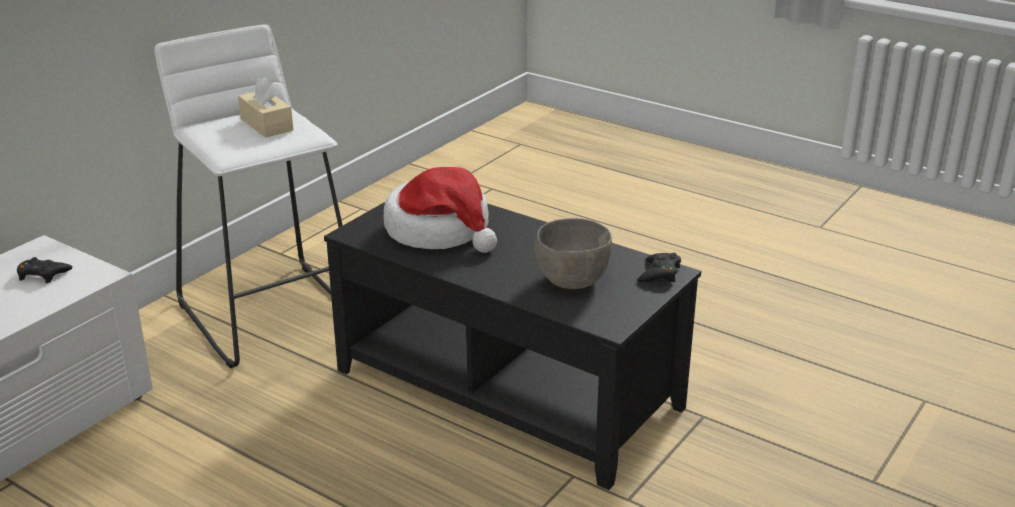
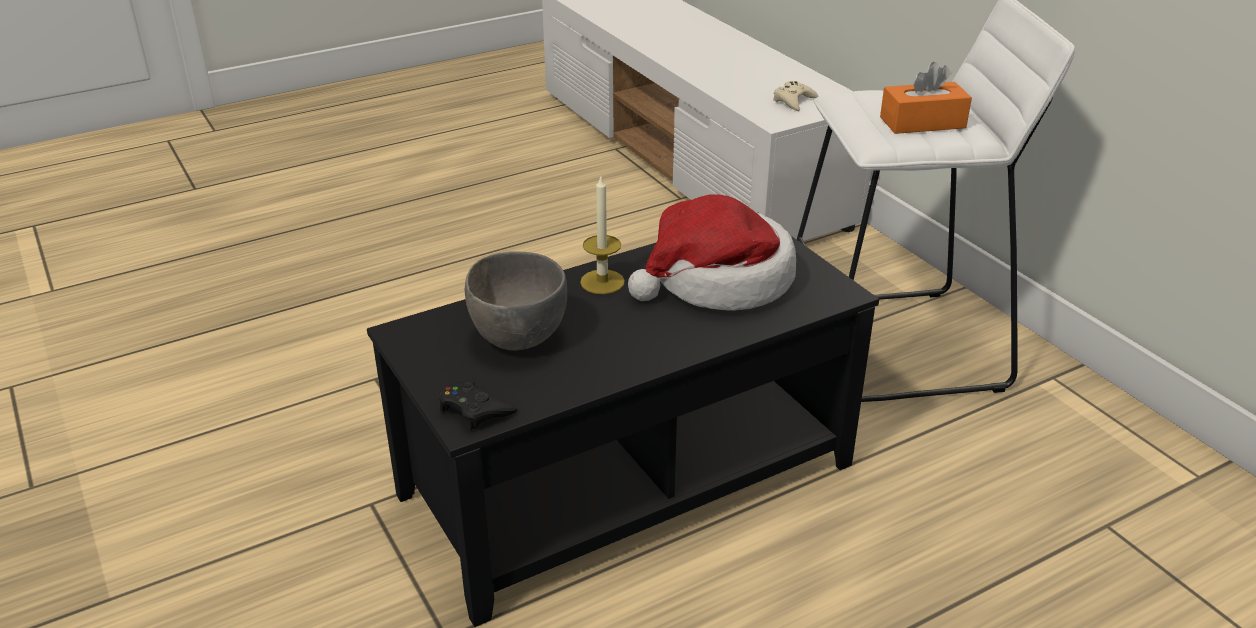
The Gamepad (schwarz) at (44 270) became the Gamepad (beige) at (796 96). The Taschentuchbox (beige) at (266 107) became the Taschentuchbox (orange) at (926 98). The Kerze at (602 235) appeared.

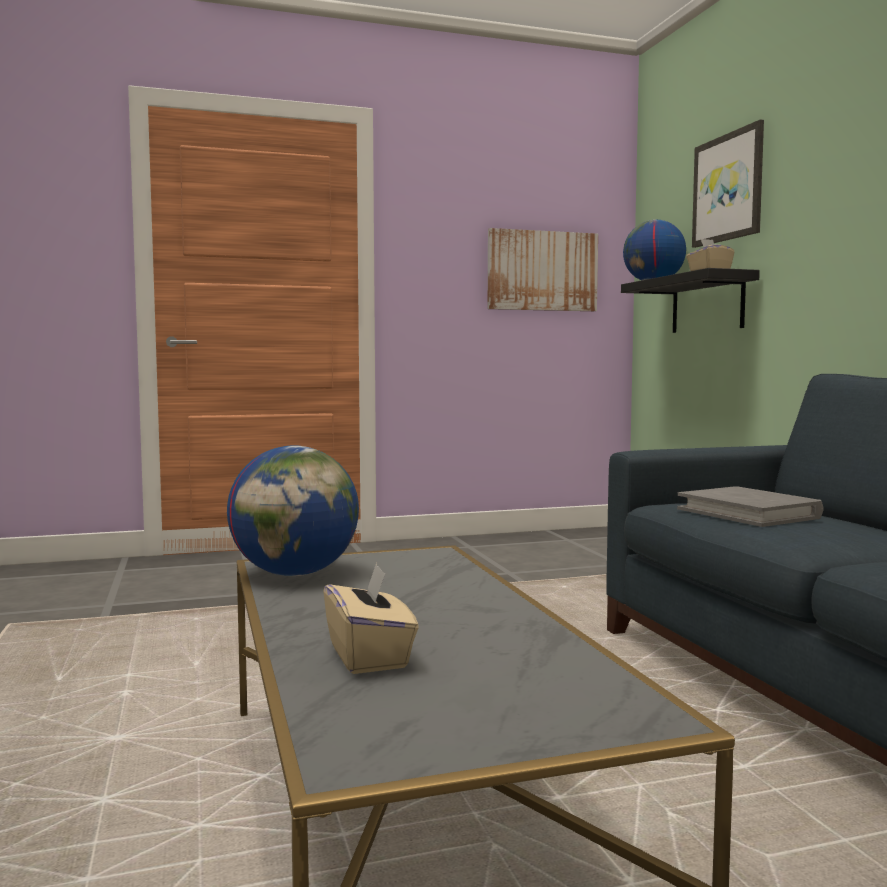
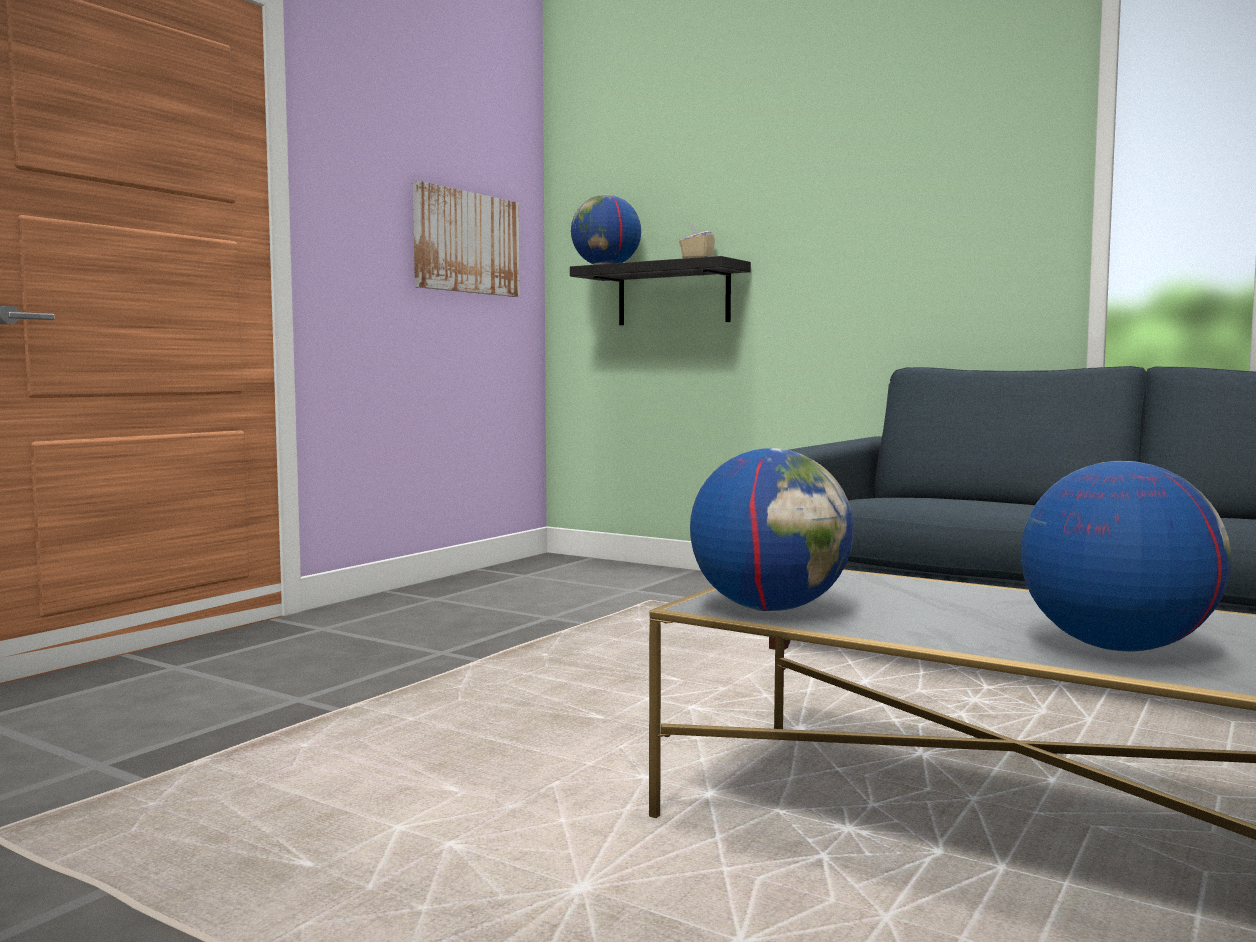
The Taschentuchbox (beige) at (371 618) was replaced by the Globus at (1126 556). The Buch (grau) at (750 506) disappeared. The Bild at (728 184) disappeared.

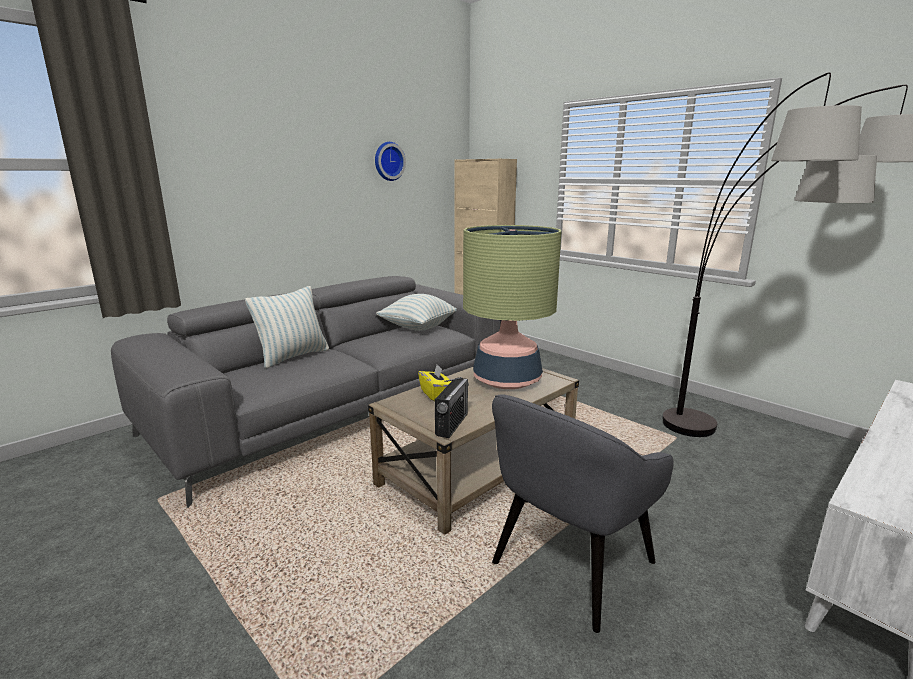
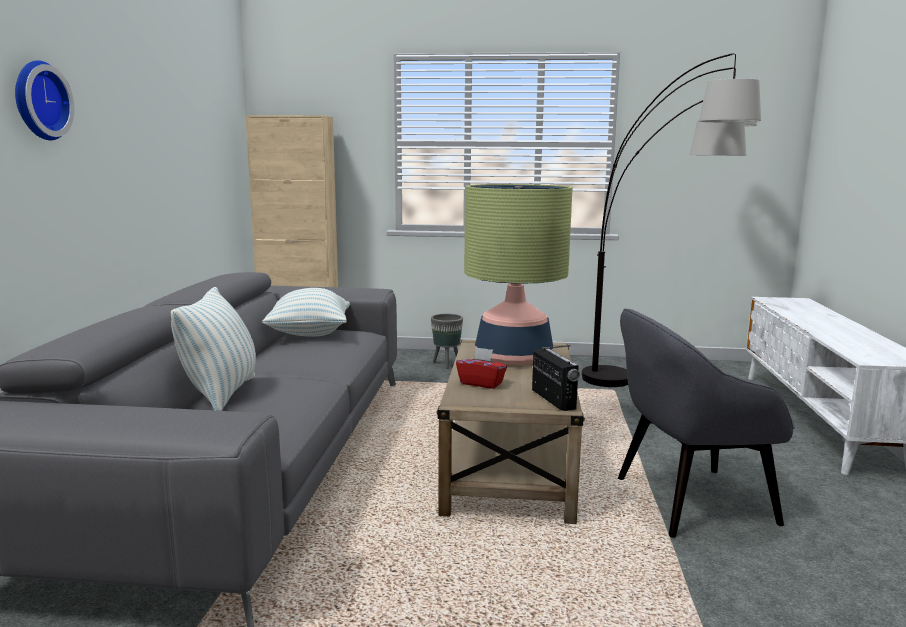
The Wanduhr moved from (390 161) to (44 100). The Taschentuchbox (gelb) at (434 383) became the Taschentuchbox (rot) at (481 368). The Sessel (grau) at (583 513) turned 75 degrees clockwise. The Pflanzkübel (grau) at (447 341) appeared.

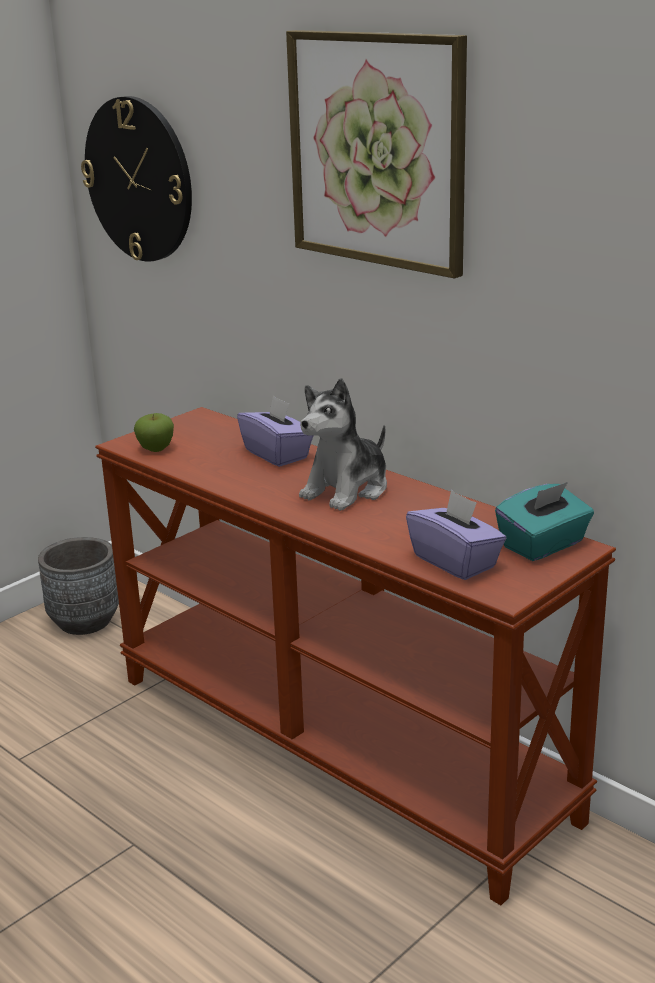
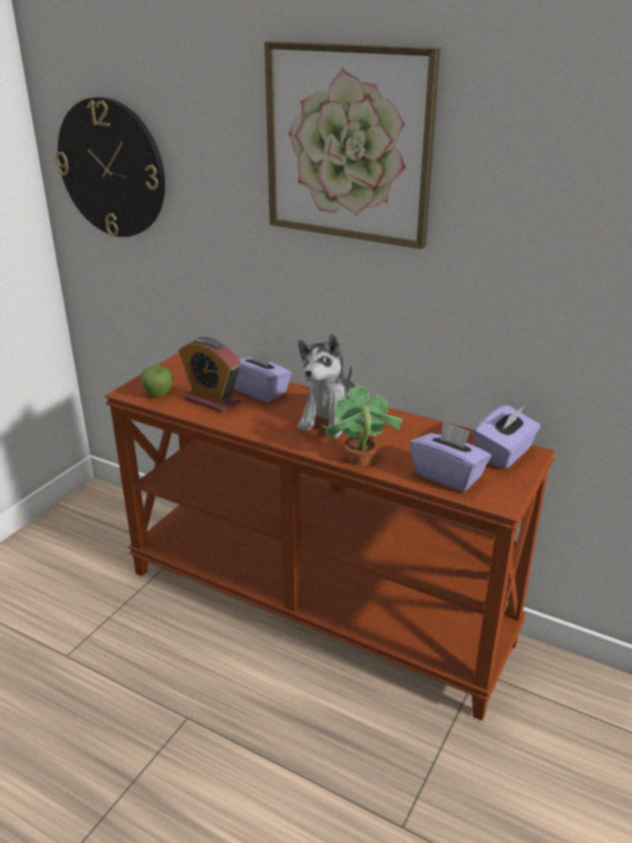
The Pflanzkübel (grau) at (78 586) disappeared. The Taschentuchbox (türkis) at (544 521) became the Taschentuchbox (lila) at (507 437). The Wecker at (210 375) appeared. The Topfpflanze at (362 425) appeared.

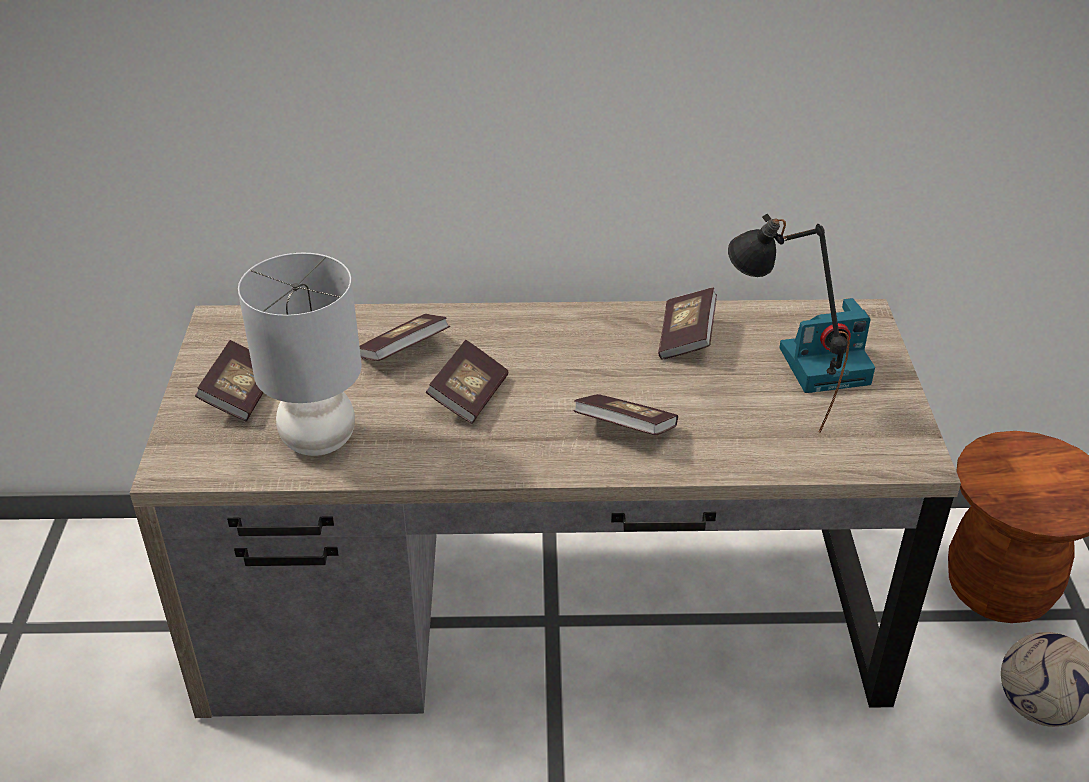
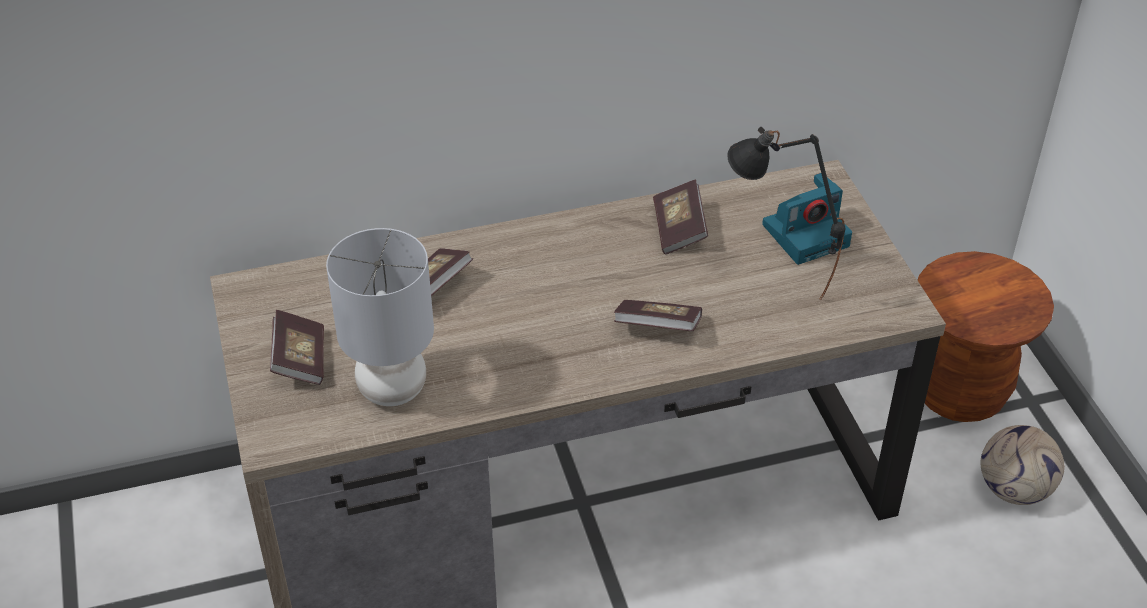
The Buch at (467 381) disappeared.

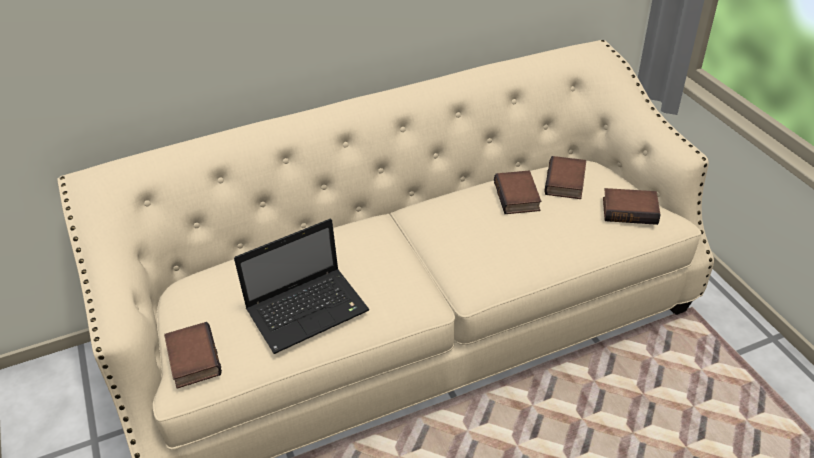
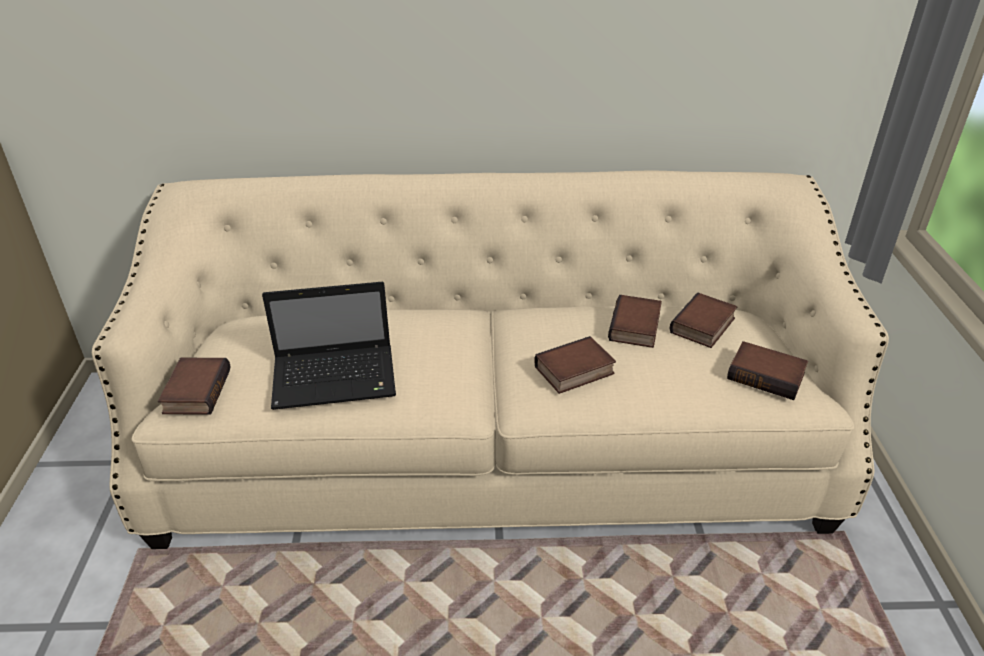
The Buch at (575 365) appeared.

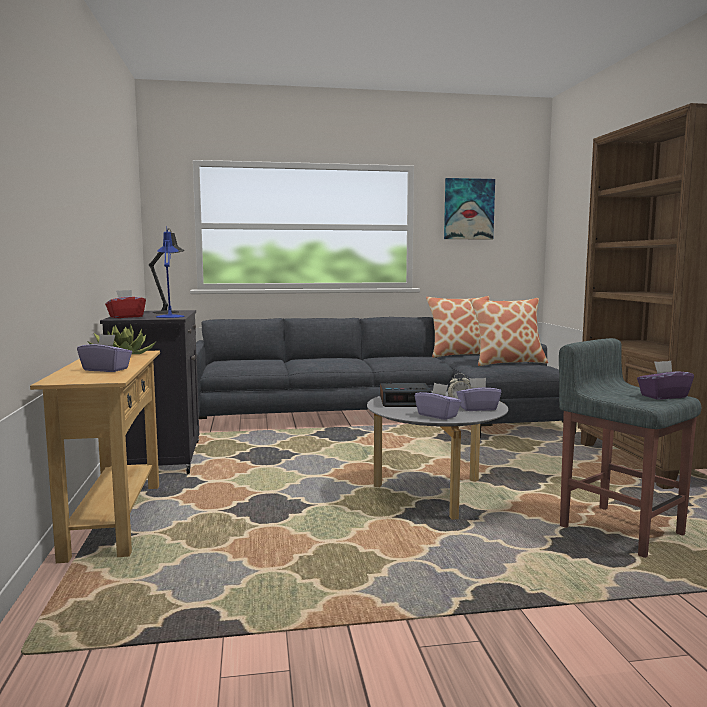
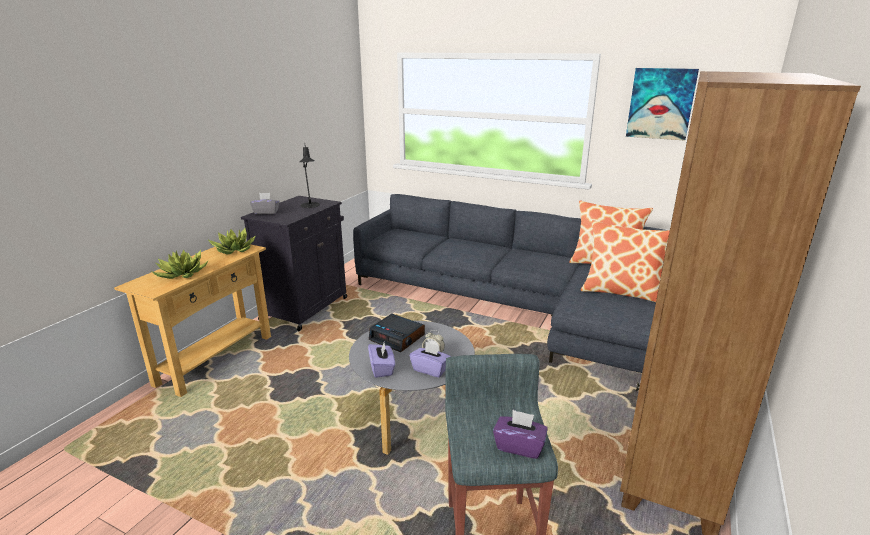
The Taschentuchbox (lila) at (104 353) was replaced by the Topfpflanze at (180 264). The Taschentuchbox (rot) at (125 304) became the Taschentuchbox (grau) at (265 204). The Tischlampe (blau) at (170 272) disappeared.

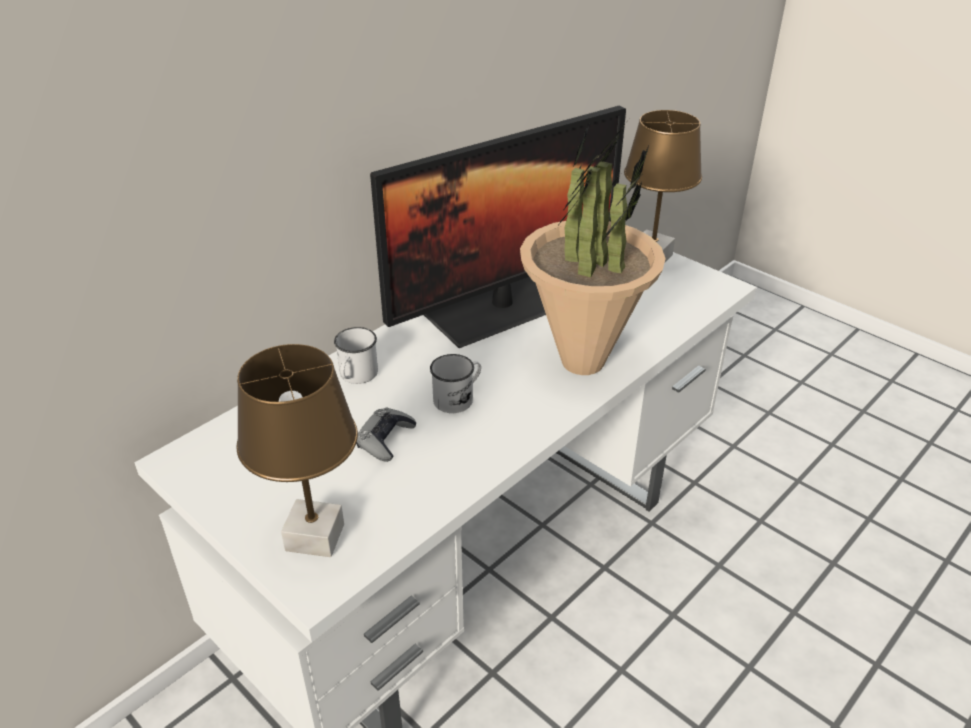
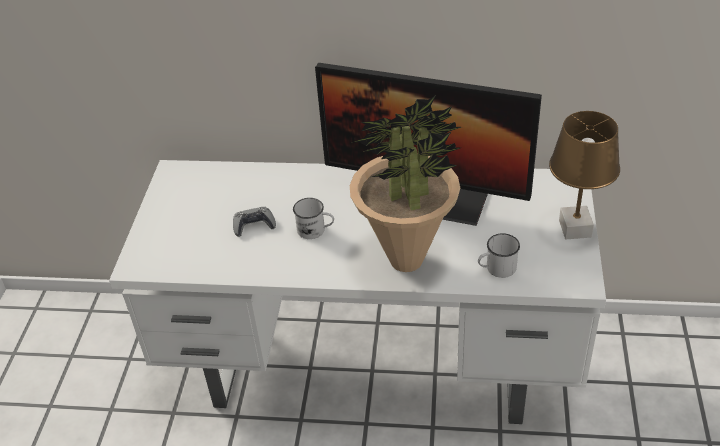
The Tischlampe (braun) at (297 450) disappeared. The Henkelbecher (weiß) moved from (356 355) to (499 255).

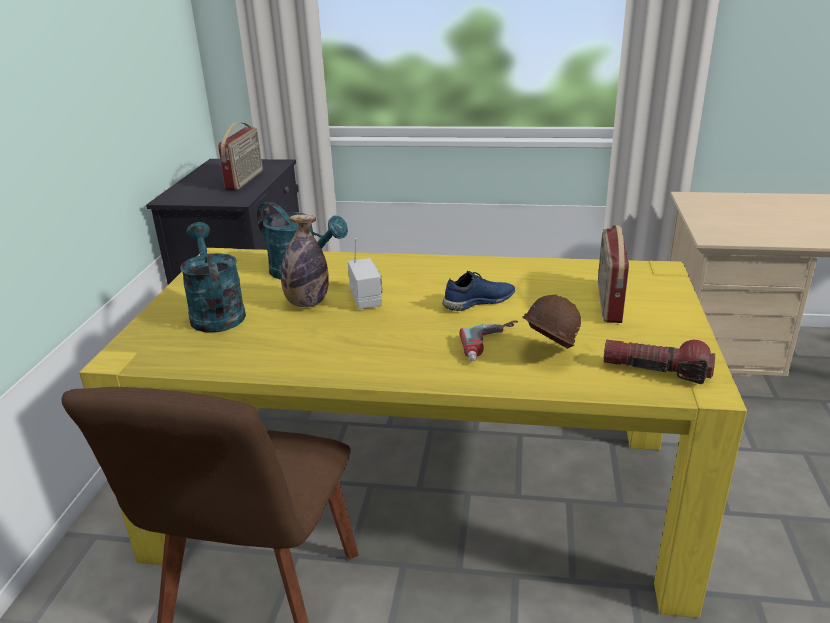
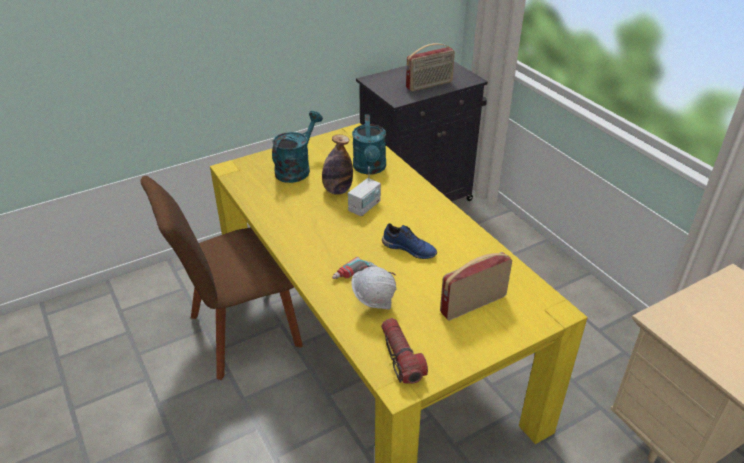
The Schutzhelm (braun) at (551 321) became the Schutzhelm (weiß) at (374 287).

